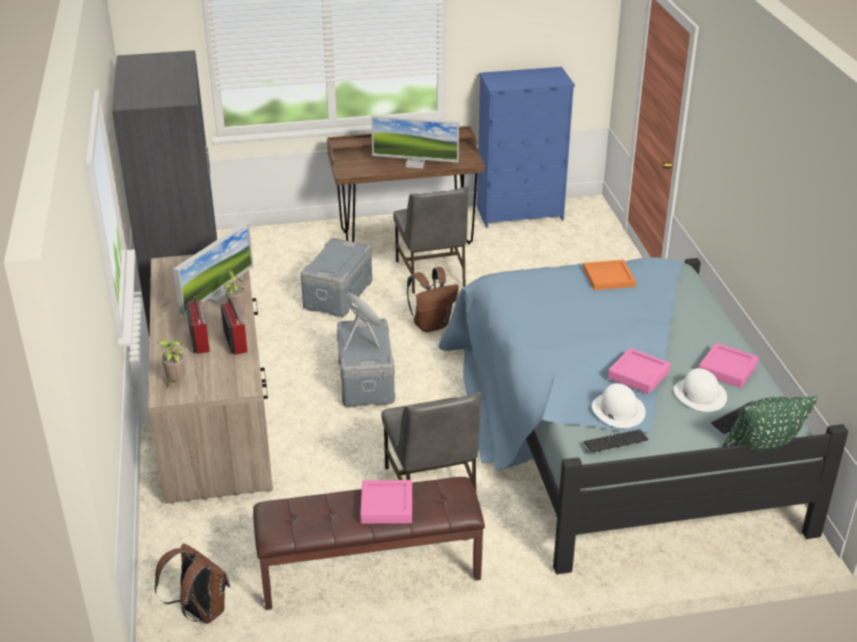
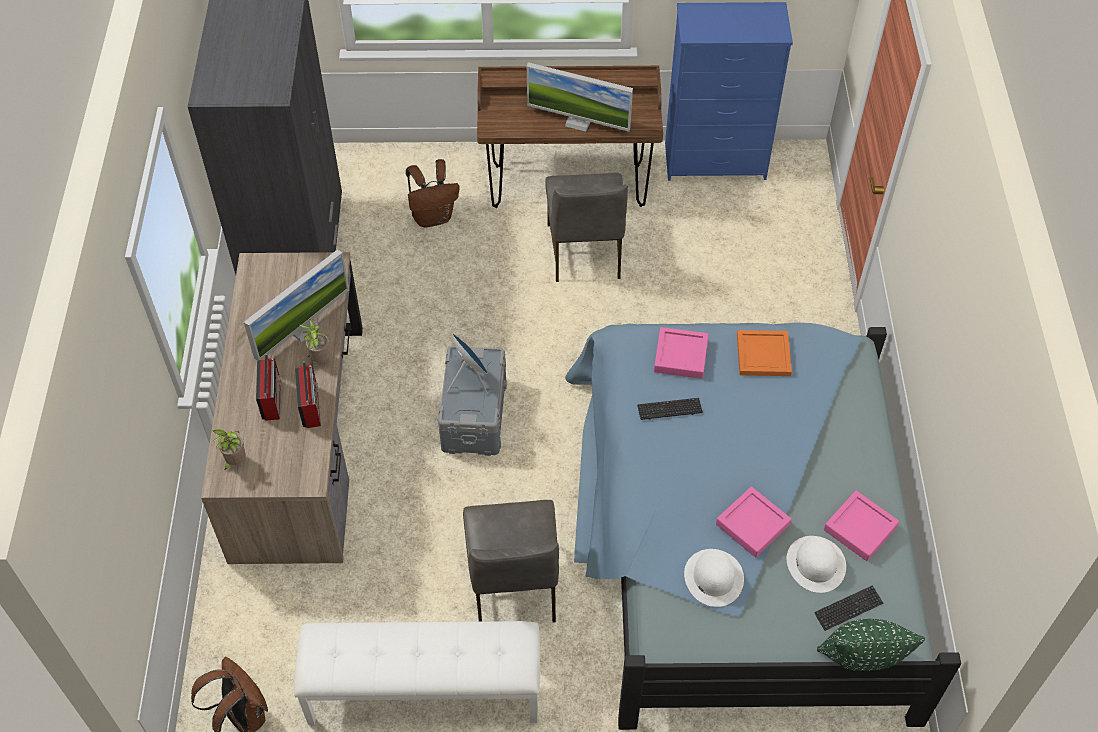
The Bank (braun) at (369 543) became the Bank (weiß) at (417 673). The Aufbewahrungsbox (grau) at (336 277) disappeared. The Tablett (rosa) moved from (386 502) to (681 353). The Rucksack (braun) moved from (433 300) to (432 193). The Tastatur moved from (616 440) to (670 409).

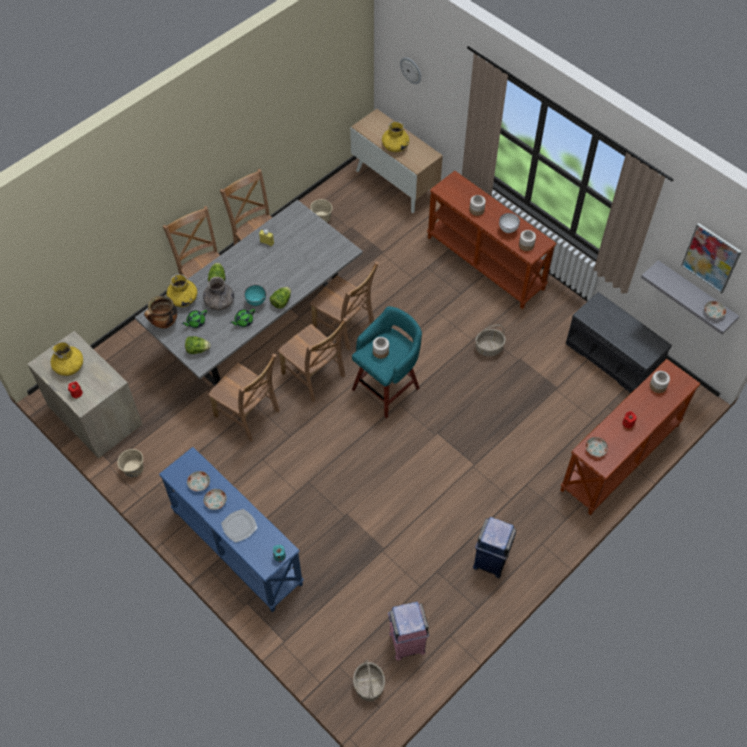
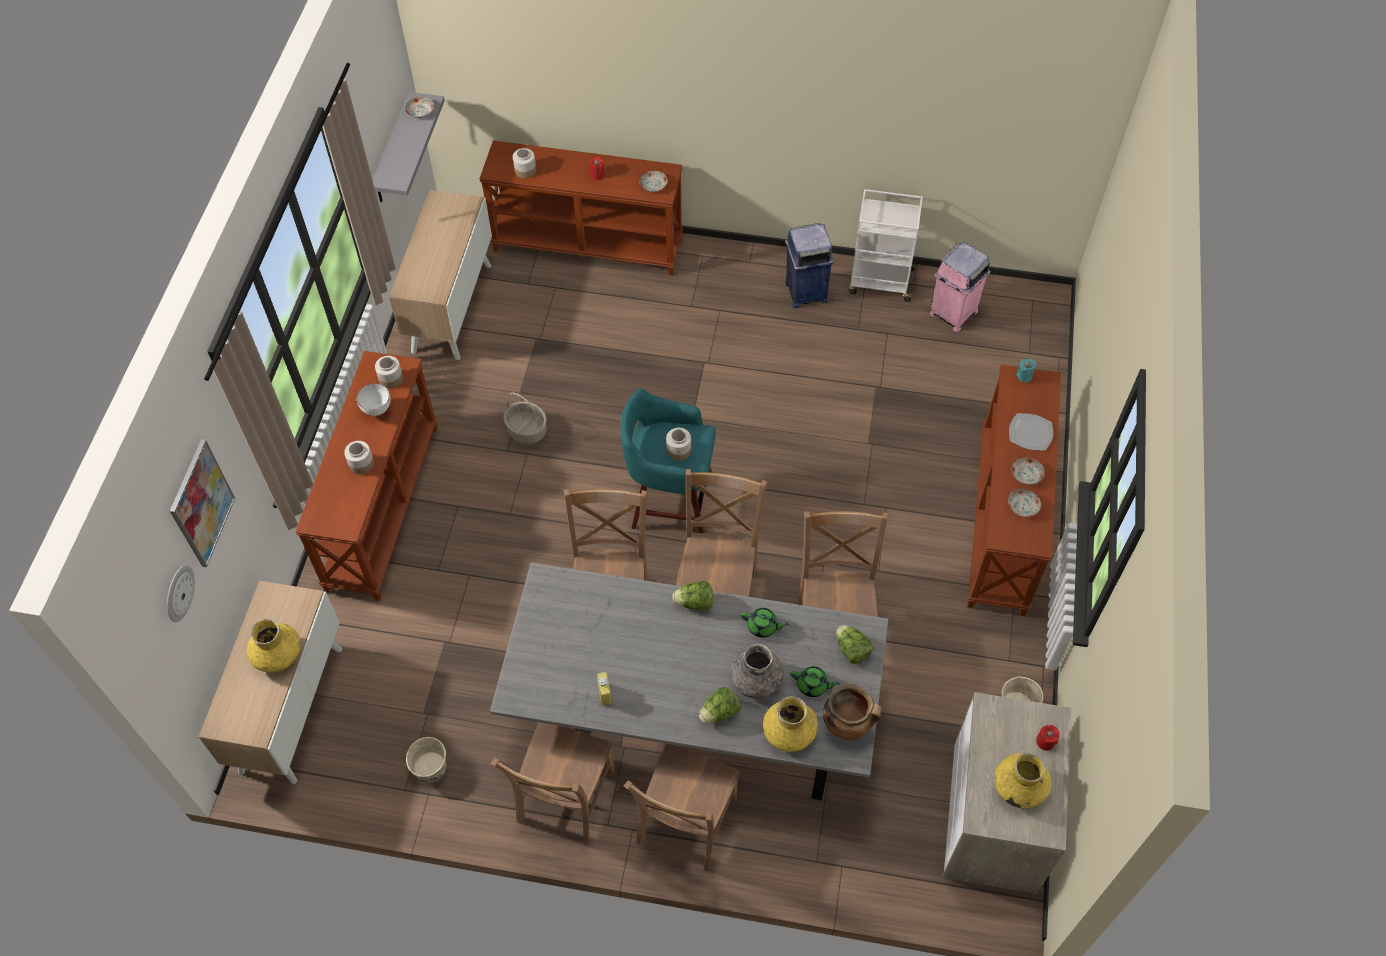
The Konsolentisch (blau) at (231 529) became the Konsolentisch (braun) at (1014 490). The Schüssel (türkis) at (255 295) disappeared. The Korb at (369 680) disappeared. The Bank (grau) at (619 342) was replaced by the Schrank at (440 275). The Bild moved from (711 258) to (202 503). The Rollwagen (weiß) at (885 245) appeared.

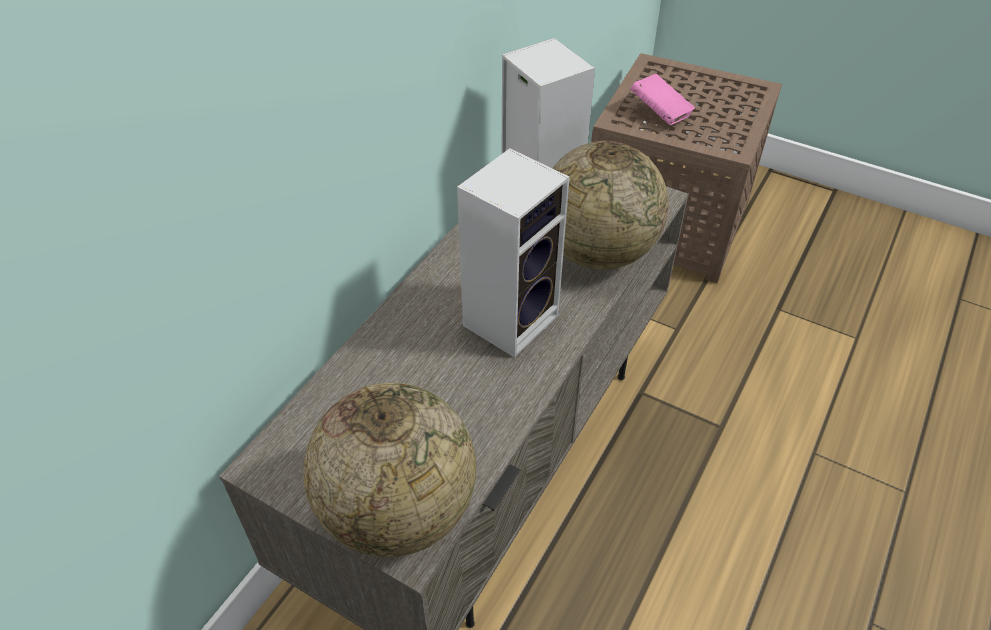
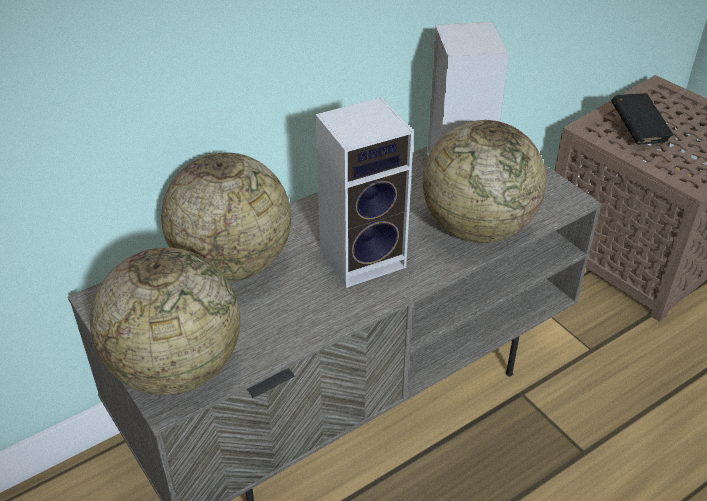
The Buch (rosa) at (662 99) became the Buch (schwarz) at (642 118). The Globus at (226 217) appeared.

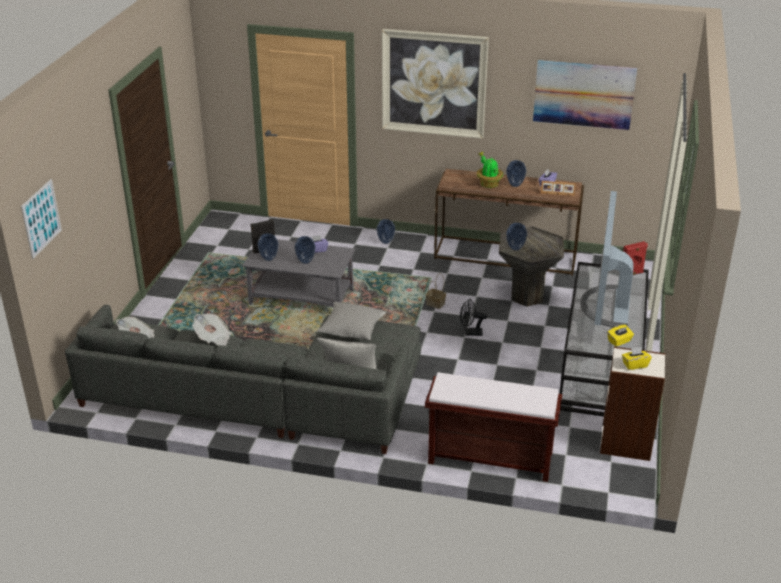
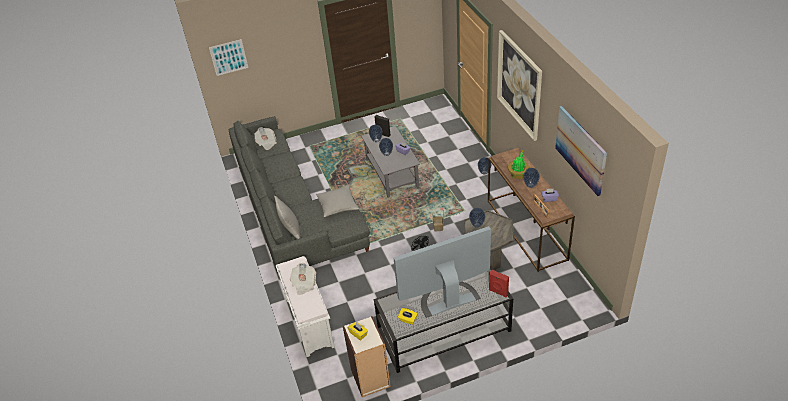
The Zeitung moved from (212 329) to (303 279). The Bank (braun) at (493 427) became the Bank (weiß) at (305 306).

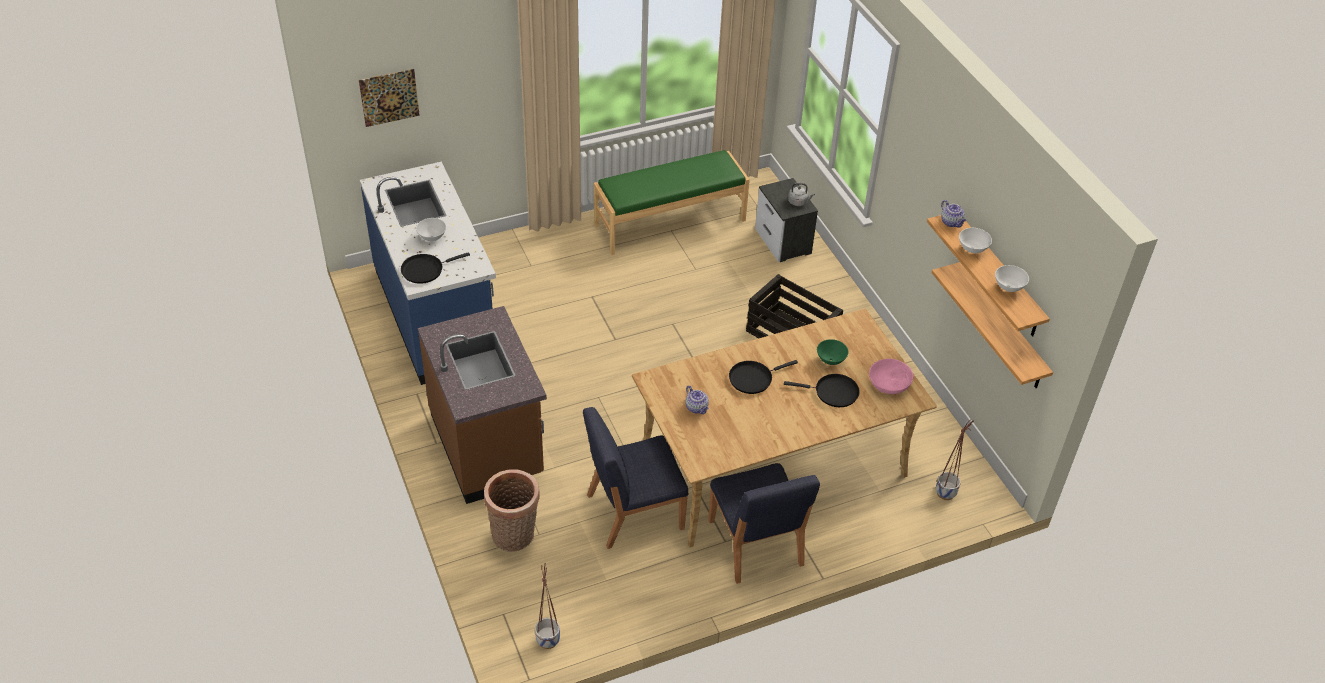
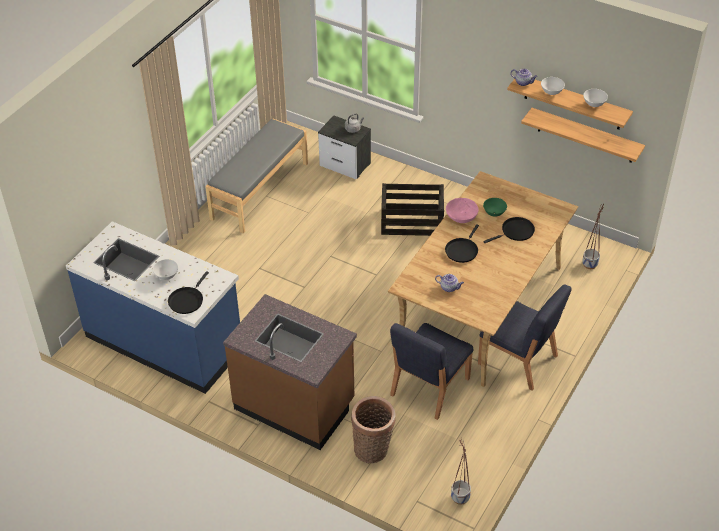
The Bild at (389 98) disappeared. The Bank (grün) at (672 202) became the Bank (grau) at (256 176). The Schüssel (rosa) moved from (891 376) to (462 210).

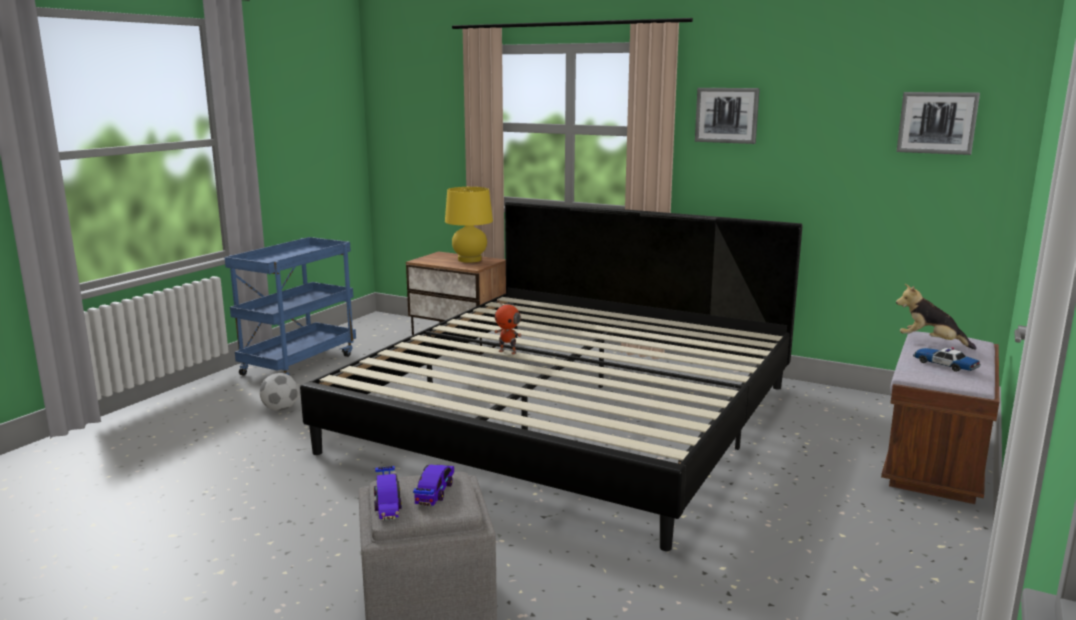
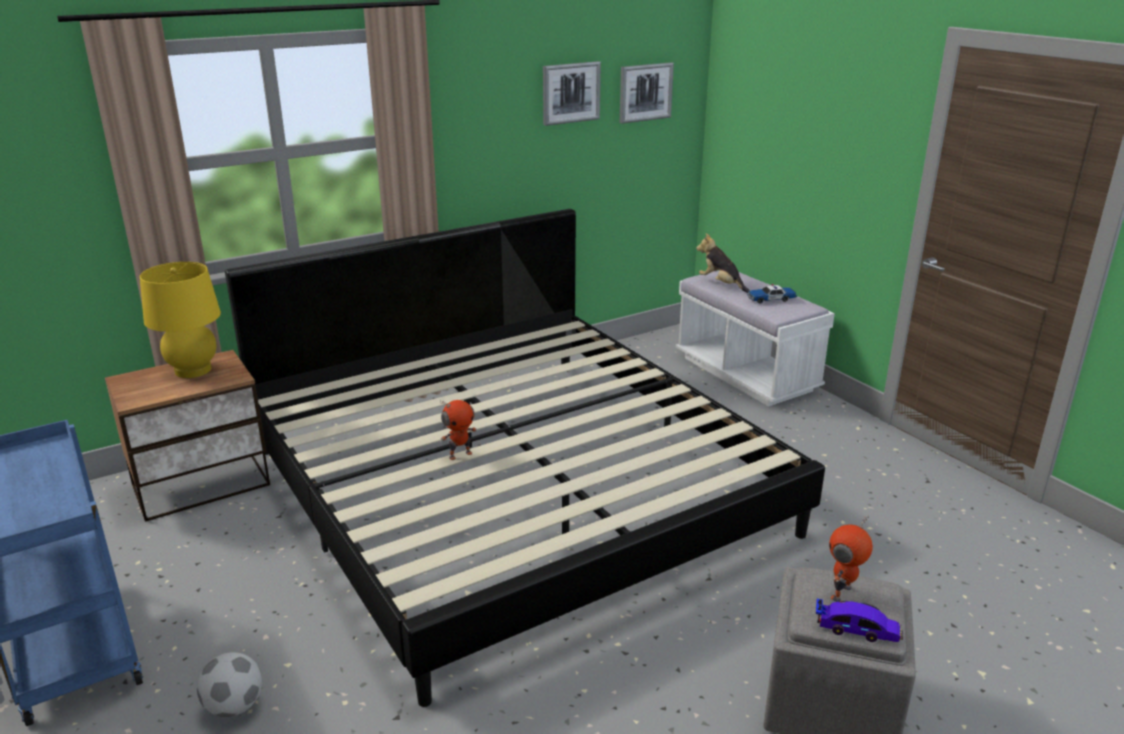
The Spielzeugauto at (433 485) was replaced by the Spielzeugroboter at (851 559). The Bild moved from (727 116) to (572 93). The Bank (braun) at (940 417) became the Bank (weiß) at (755 338). The Plüschtier at (936 317) turned 75 degrees clockwise.

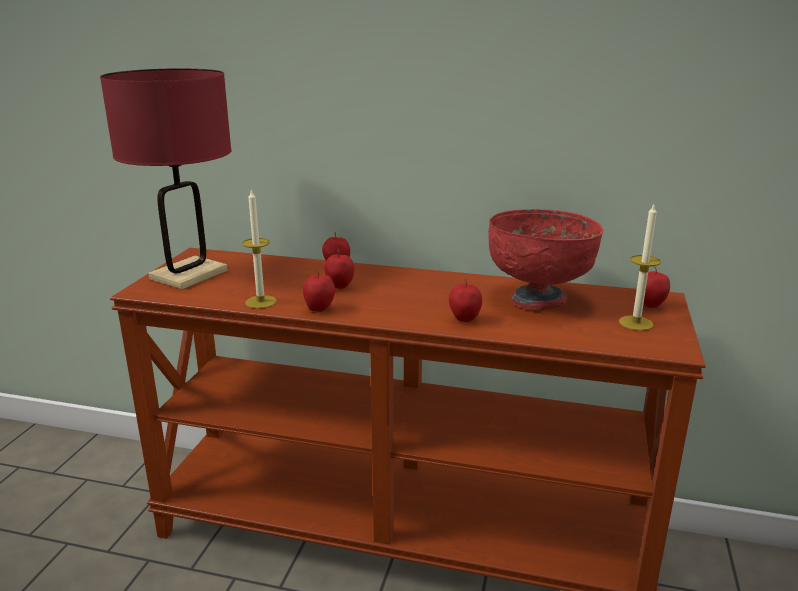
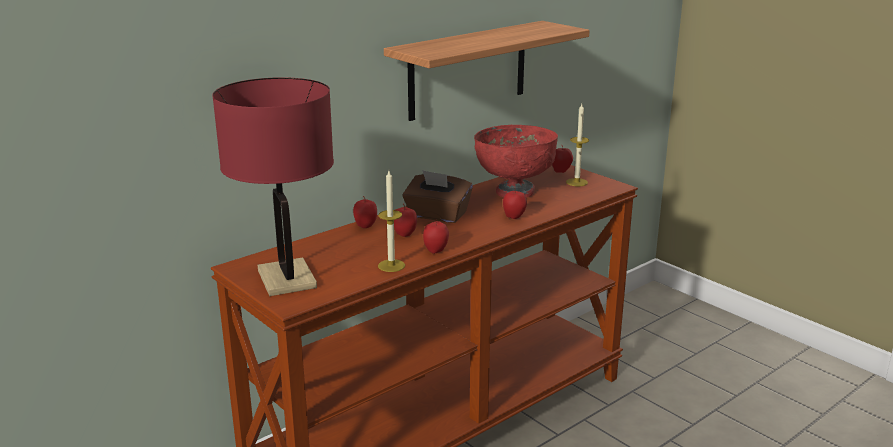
The Wandregal at (487 71) appeared. The Taschentuchbox (braun) at (437 196) appeared.

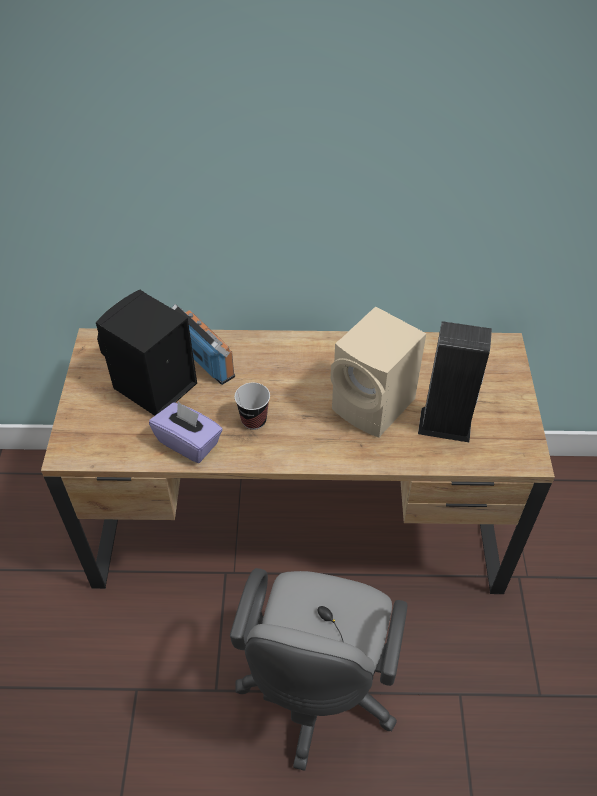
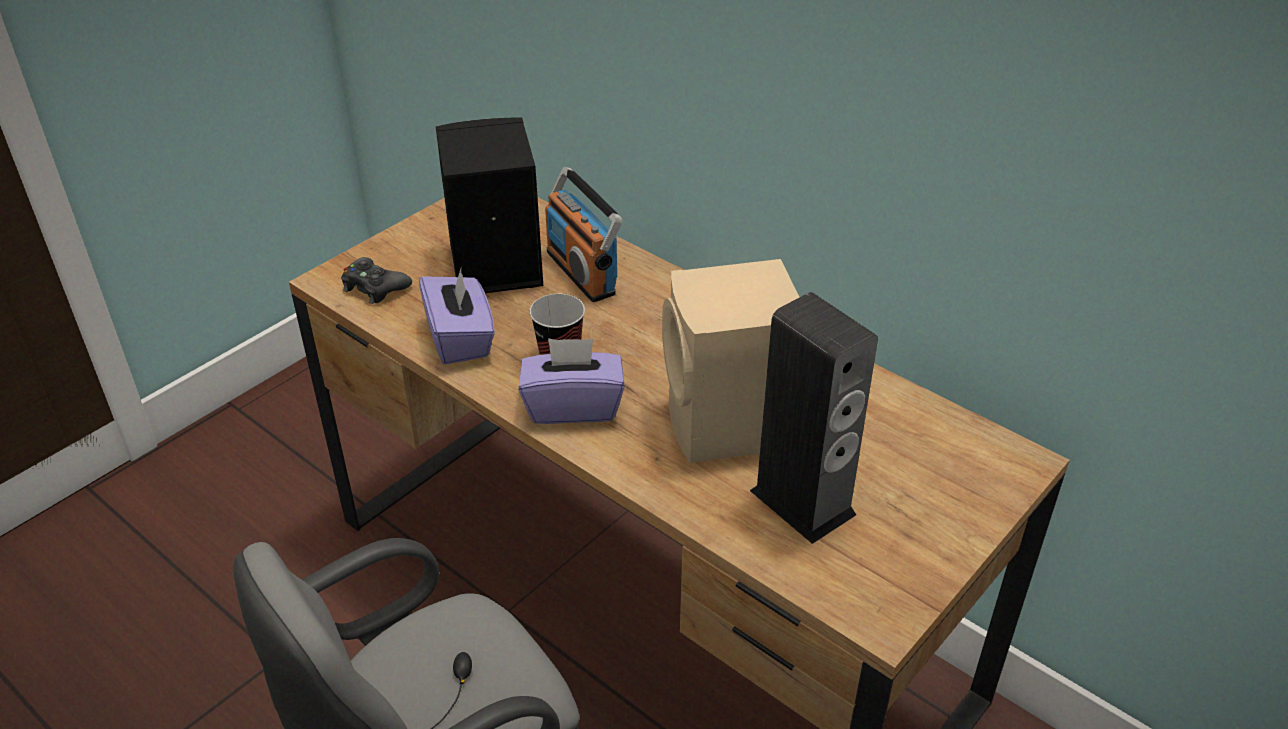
The Radio at (203 344) turned 150 degrees clockwise. The Gamepad (schwarz) at (376 280) appeared. The Taschentuchbox (lila) at (571 381) appeared.

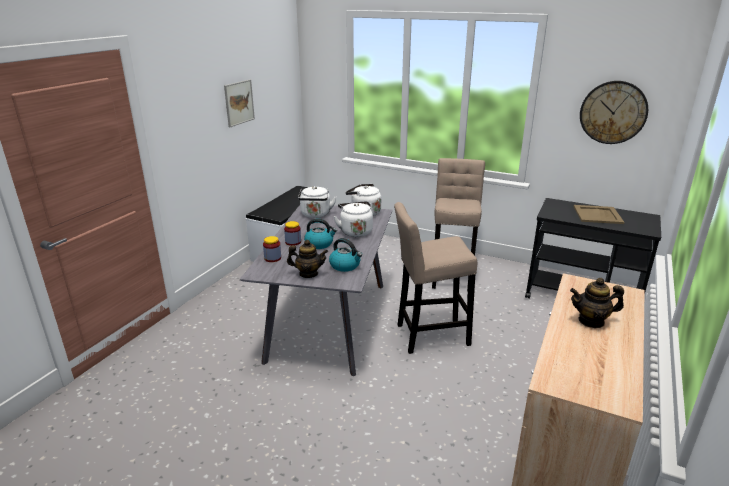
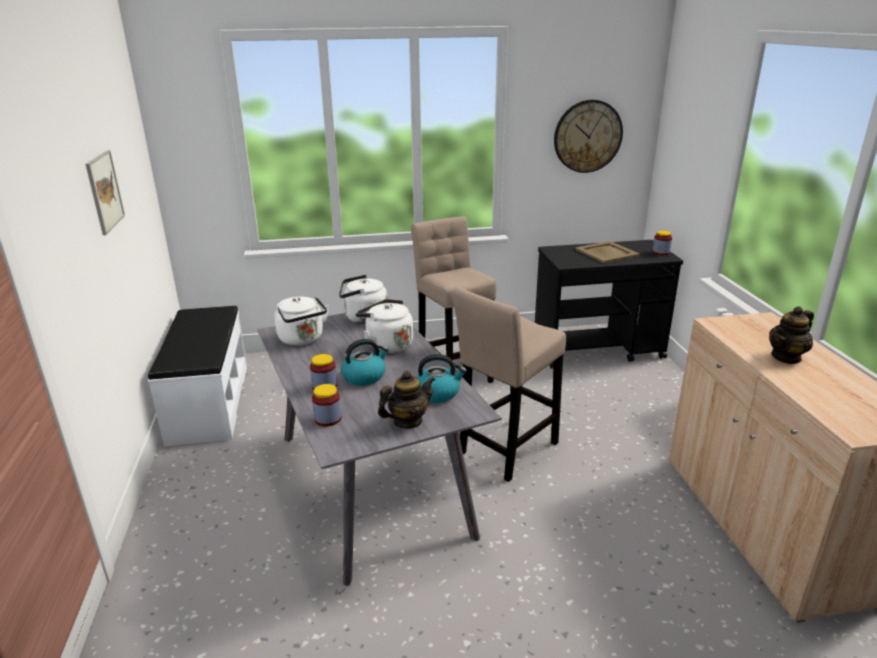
The Vorratsglas at (662 243) appeared.

